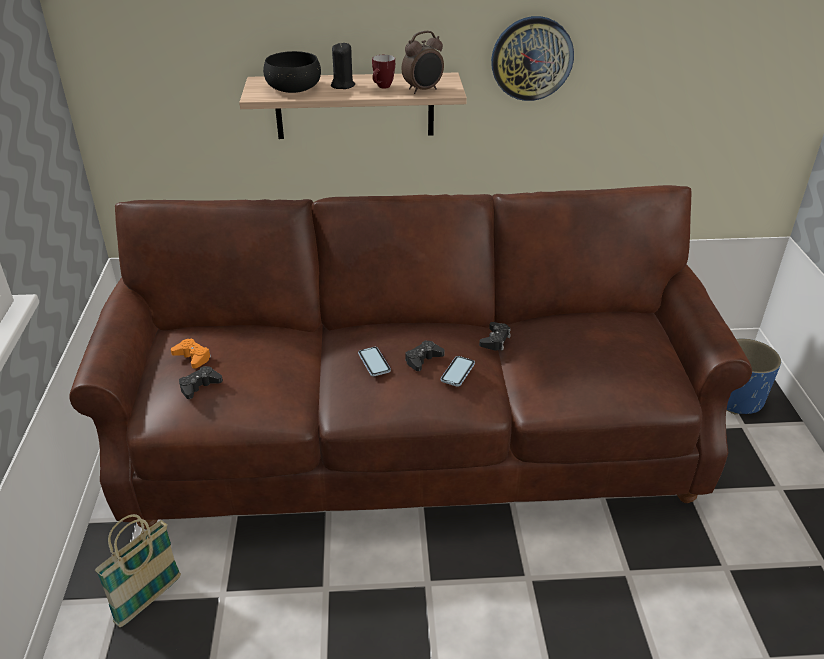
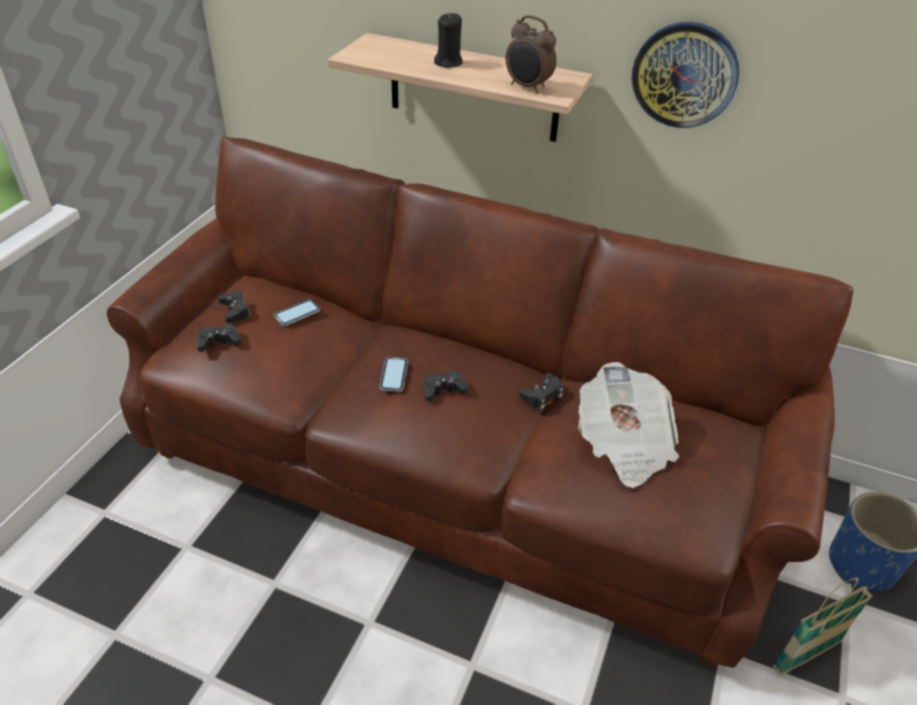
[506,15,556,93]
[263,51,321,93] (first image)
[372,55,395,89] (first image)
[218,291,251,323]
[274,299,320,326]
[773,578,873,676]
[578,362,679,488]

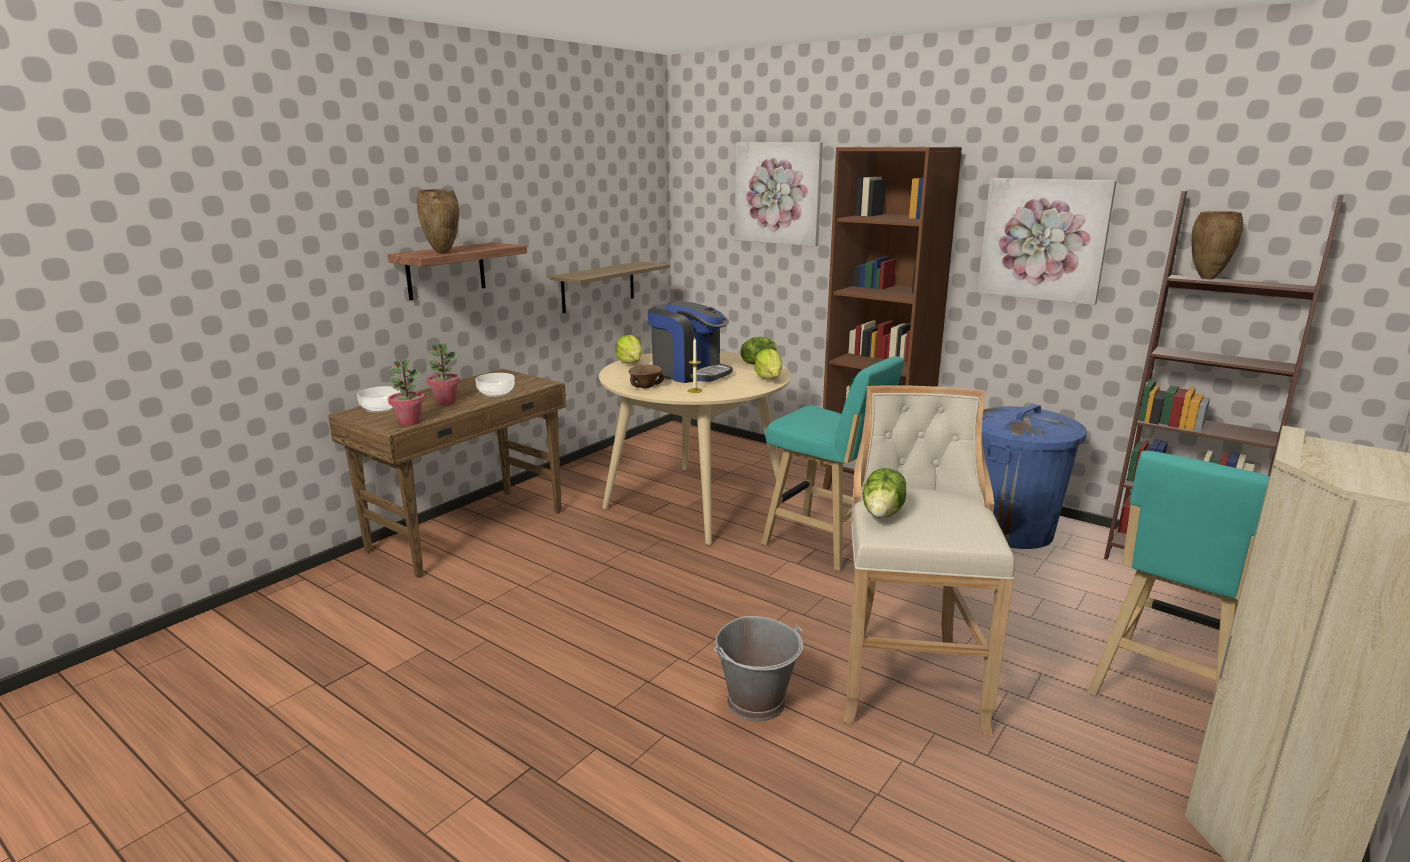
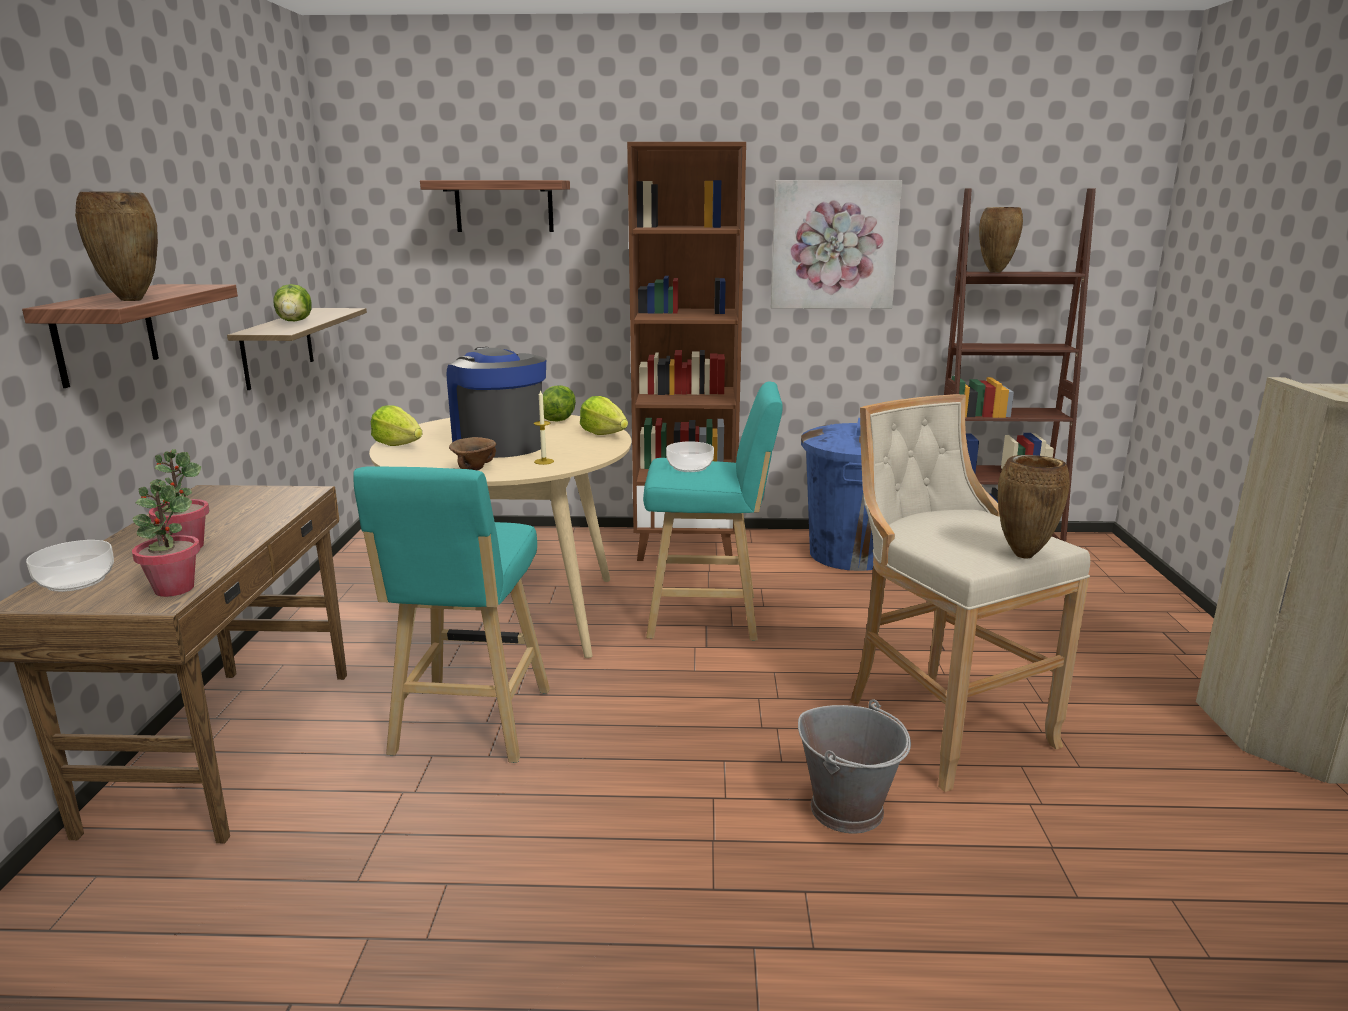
[420,180,570,232]
[447,347,546,458]
[666,441,714,472]
[354,466,550,763]
[273,284,312,321]
[998,455,1070,559]

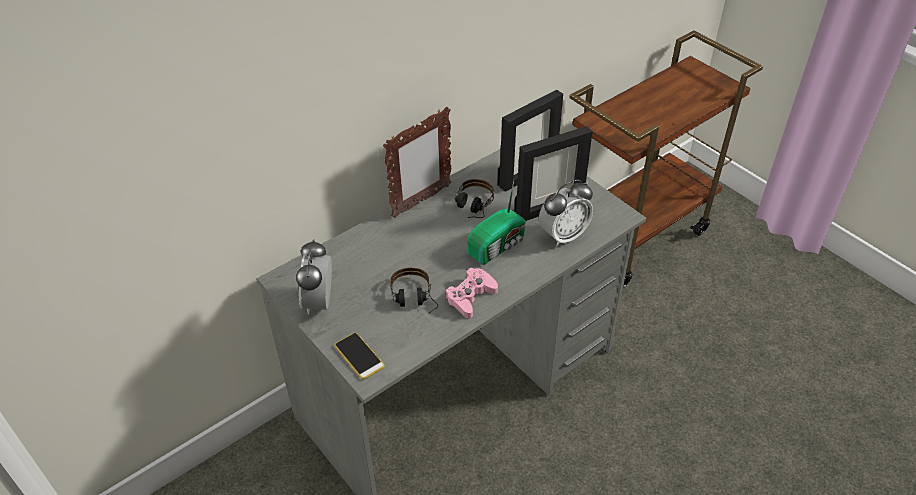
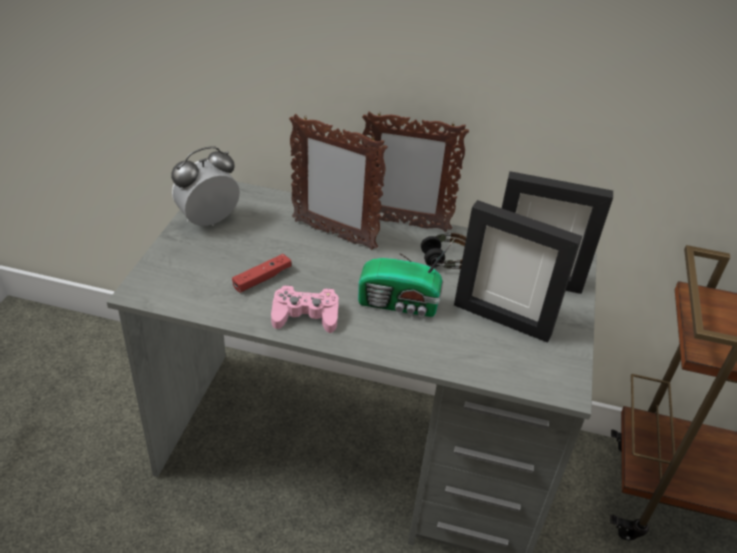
[539,179,593,247] (first image)
[232,254,292,293]
[335,333,385,379] (first image)
[289,114,388,250]

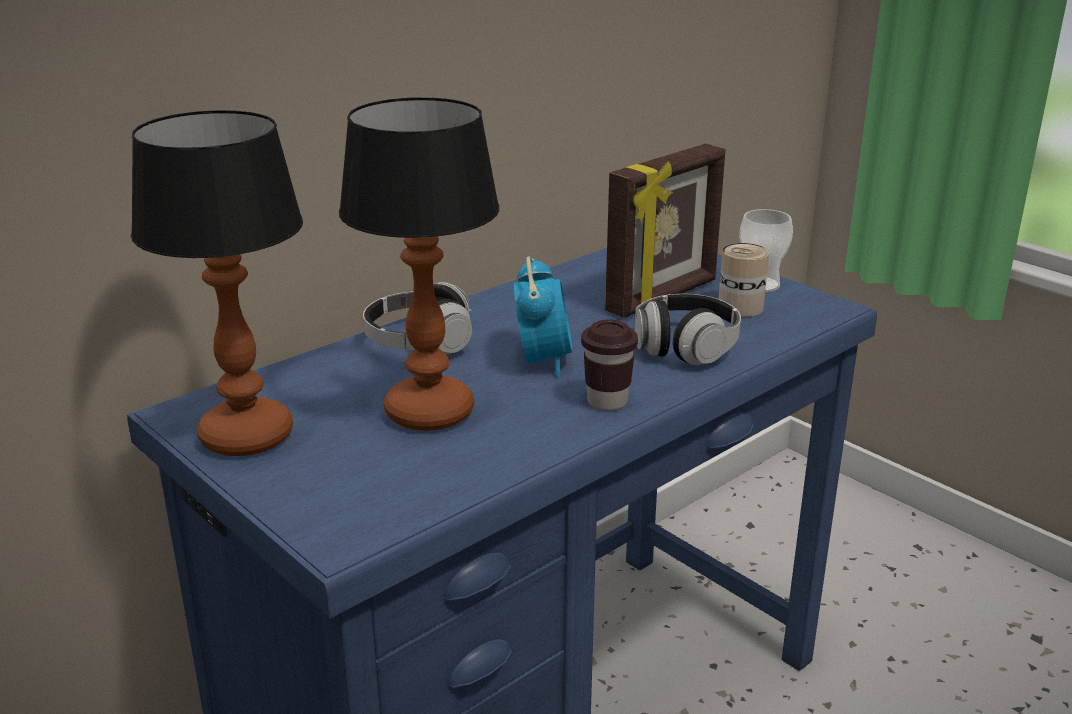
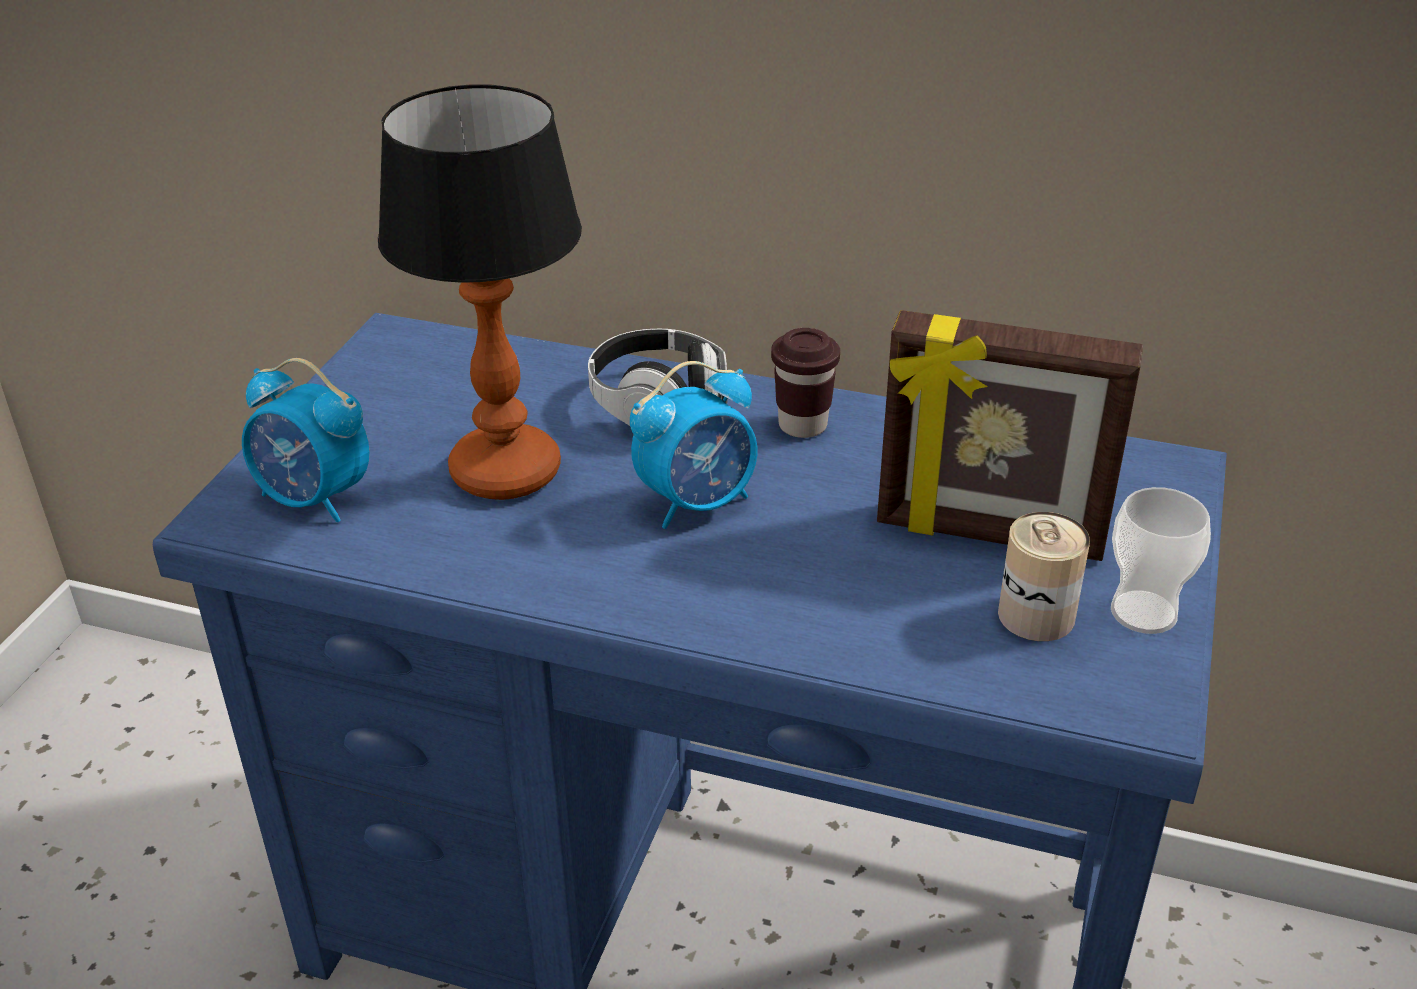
[131,110,303,456] (first image)
[635,294,741,365] (first image)
[771,328,840,438]
[242,358,370,523]

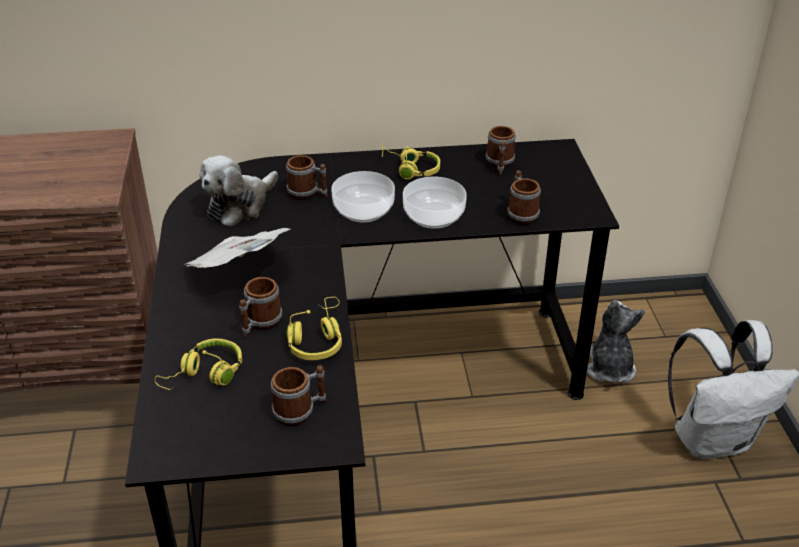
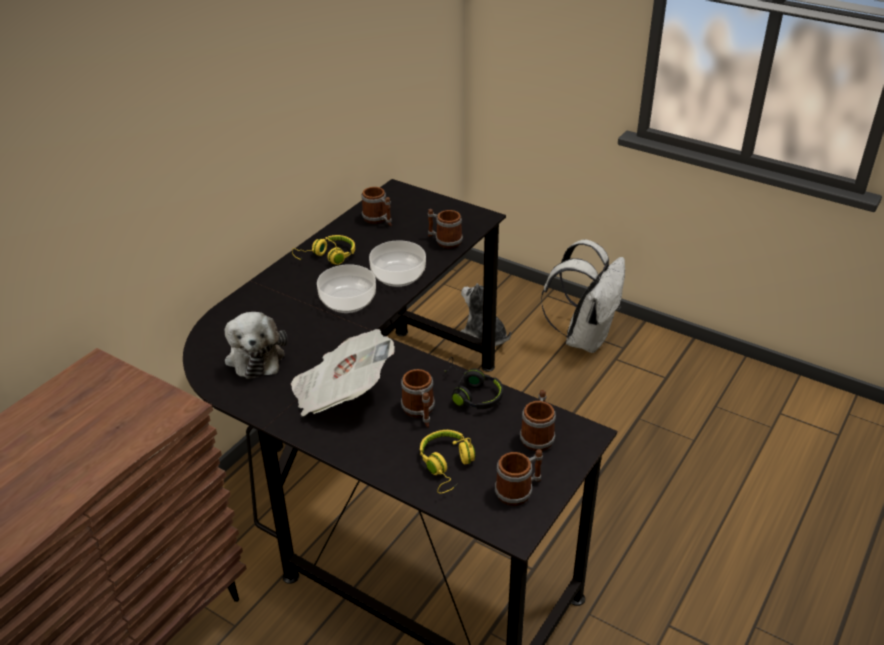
[495,449,543,506]
[445,357,503,409]

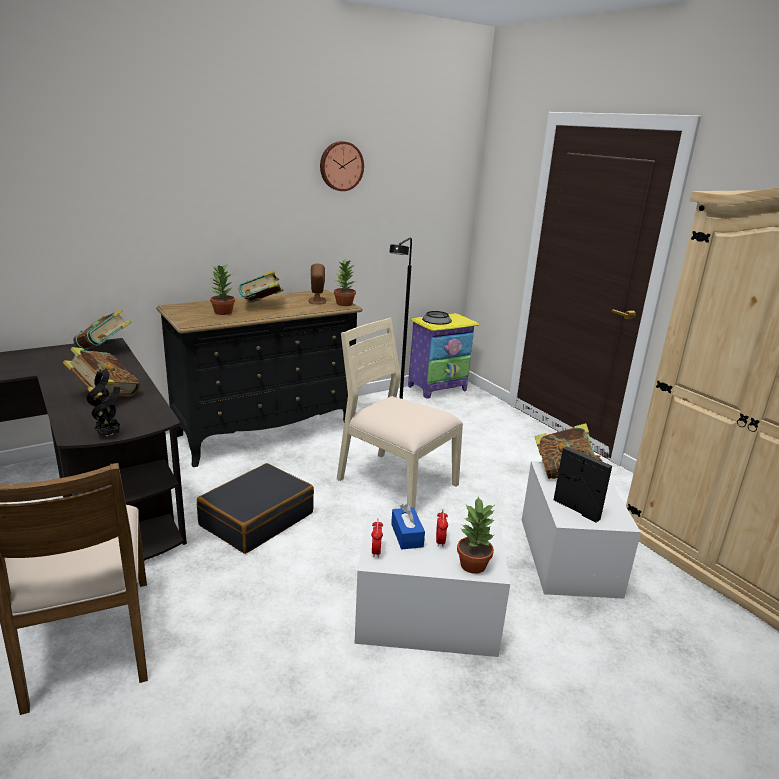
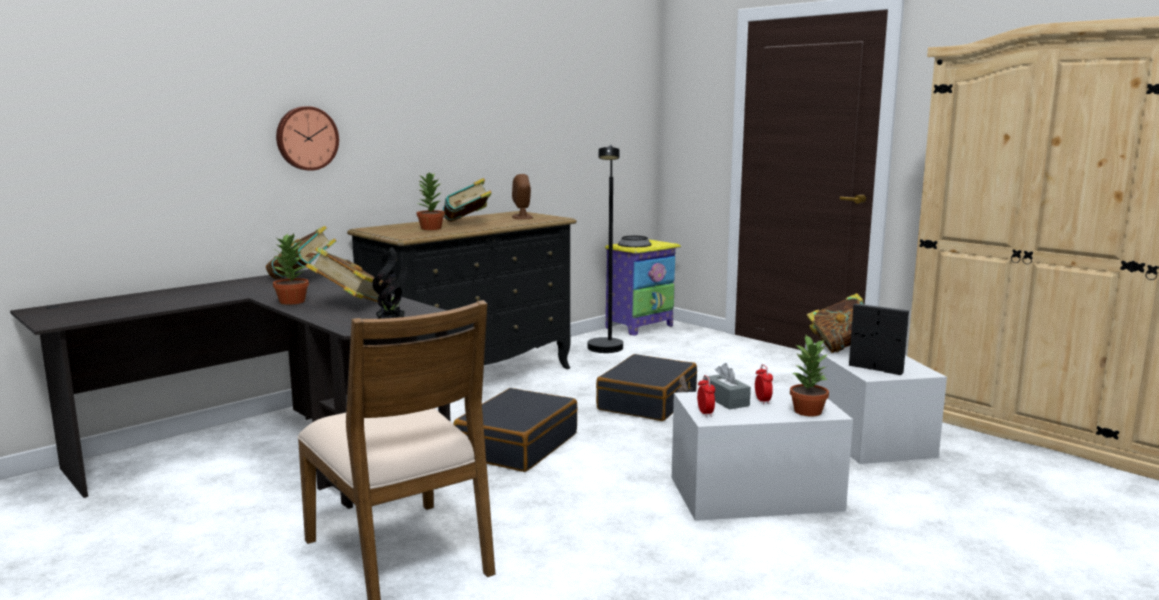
[276,106,339,171]
[273,234,309,305]
[596,354,697,421]
[705,363,751,410]

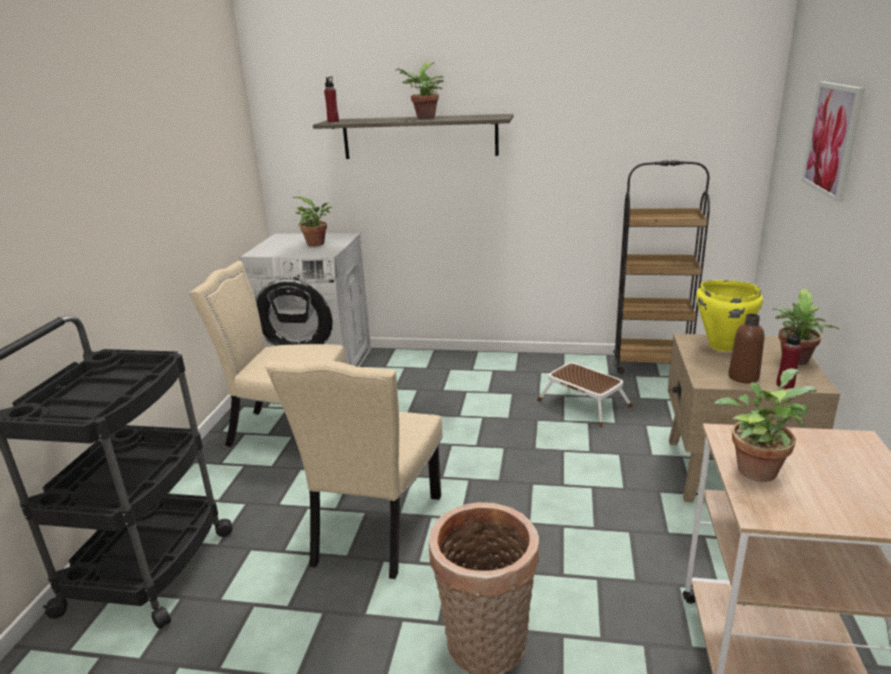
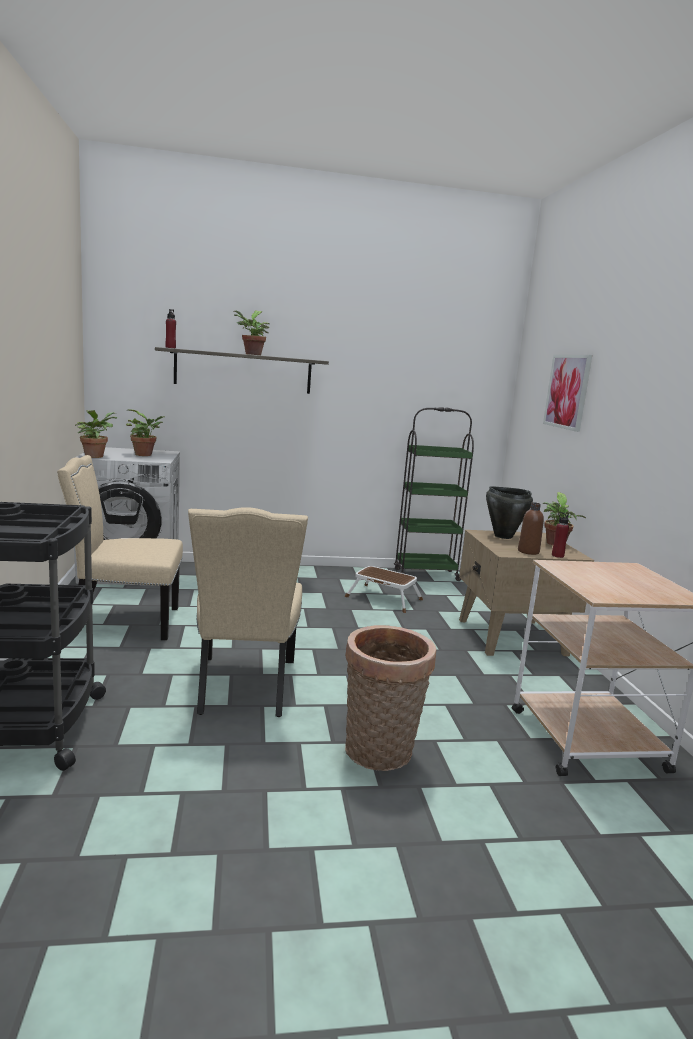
[394,407,474,581]
[486,486,533,539]
[75,410,117,458]

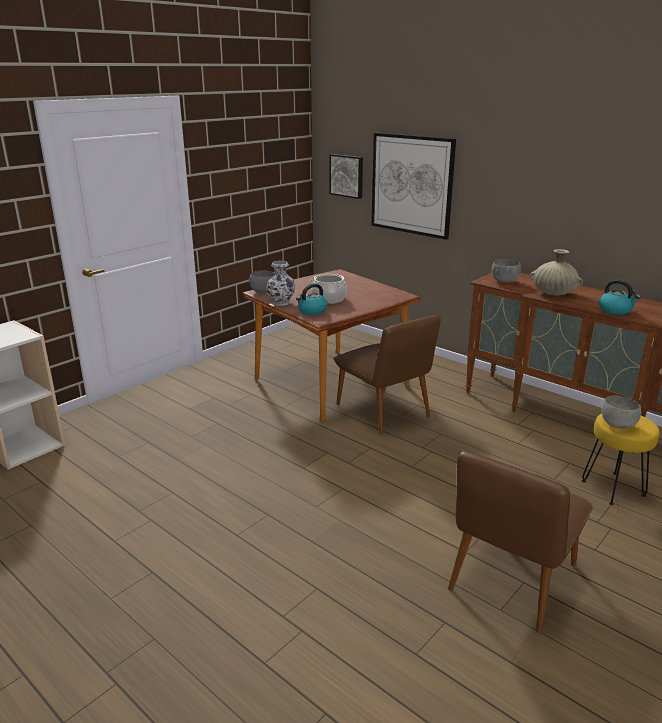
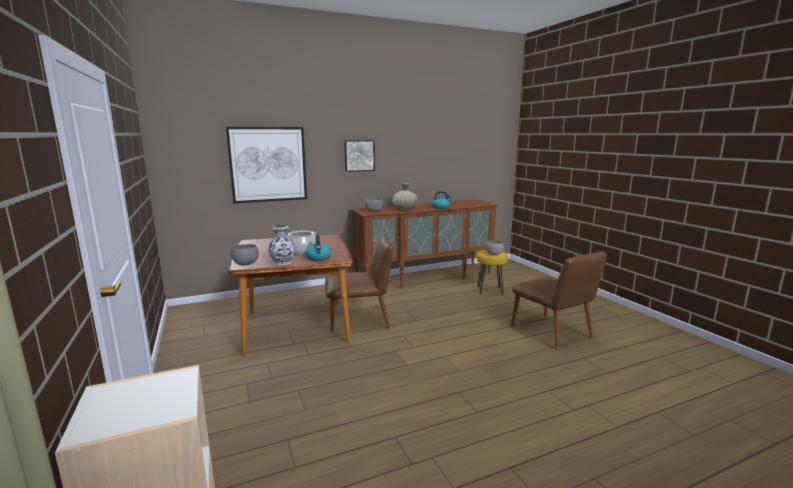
[344,140,375,172]

